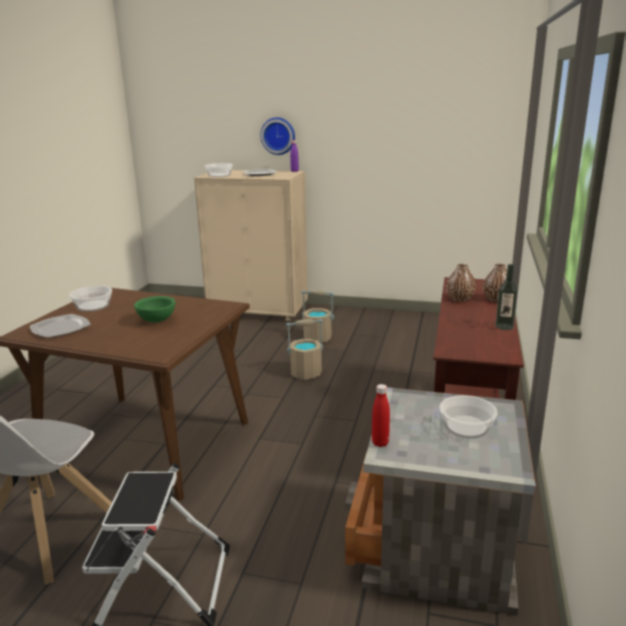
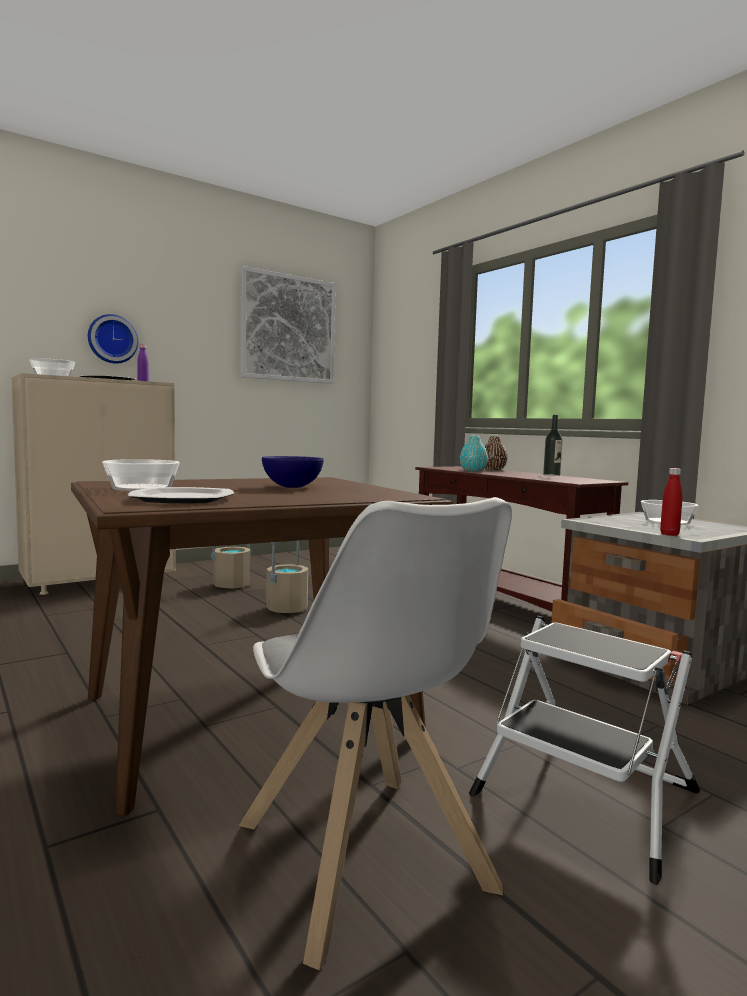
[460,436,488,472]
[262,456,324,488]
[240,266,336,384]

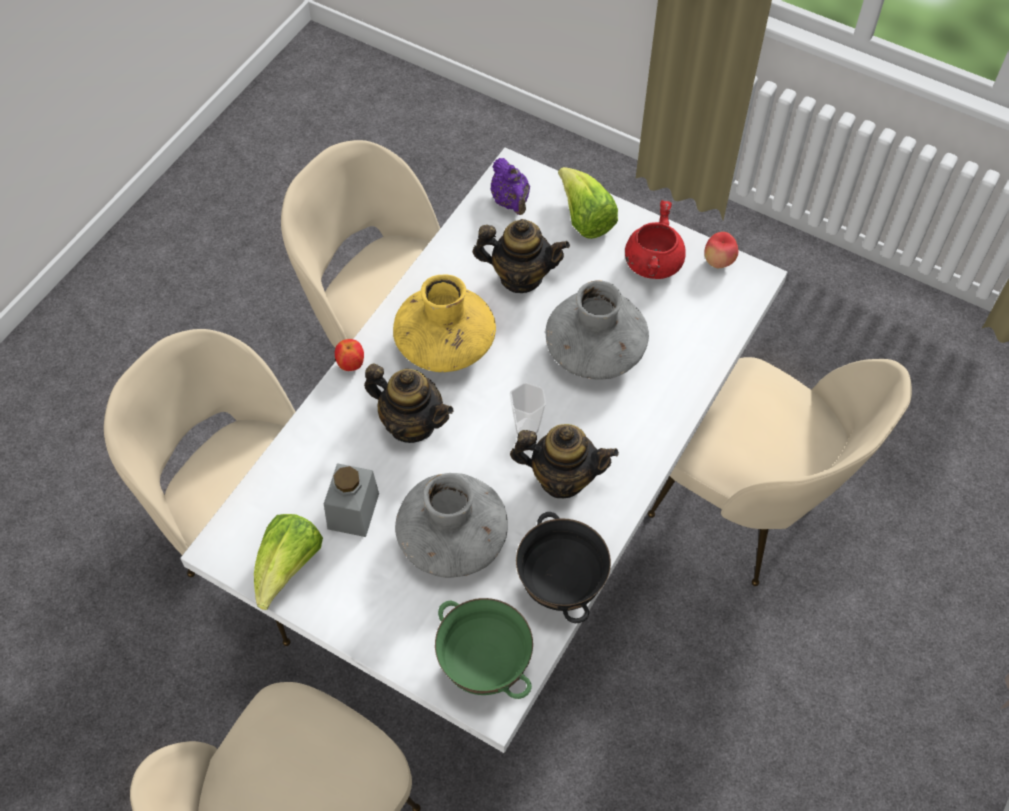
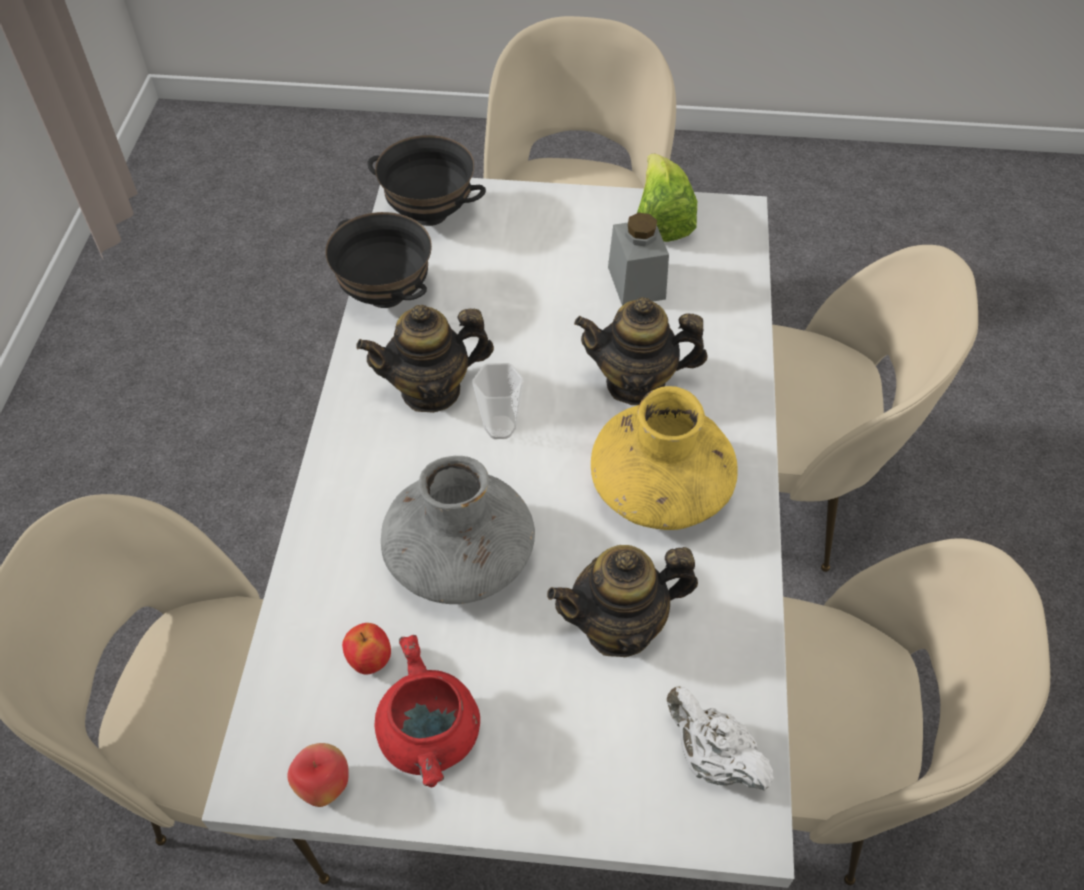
[667,686,774,791]
[558,167,618,239] (first image)
[342,623,391,674]
[395,473,508,578] (first image)
[367,135,486,226]

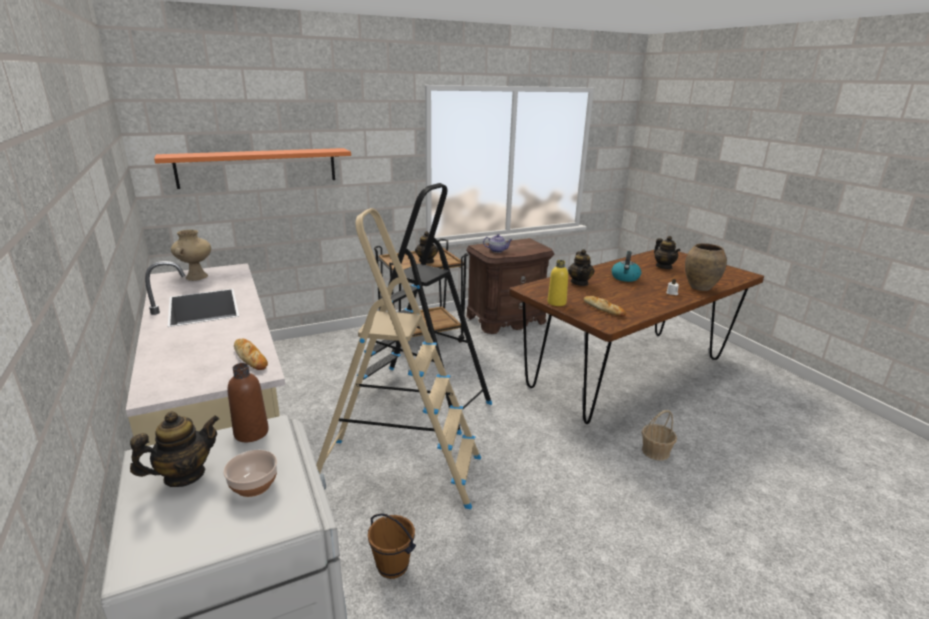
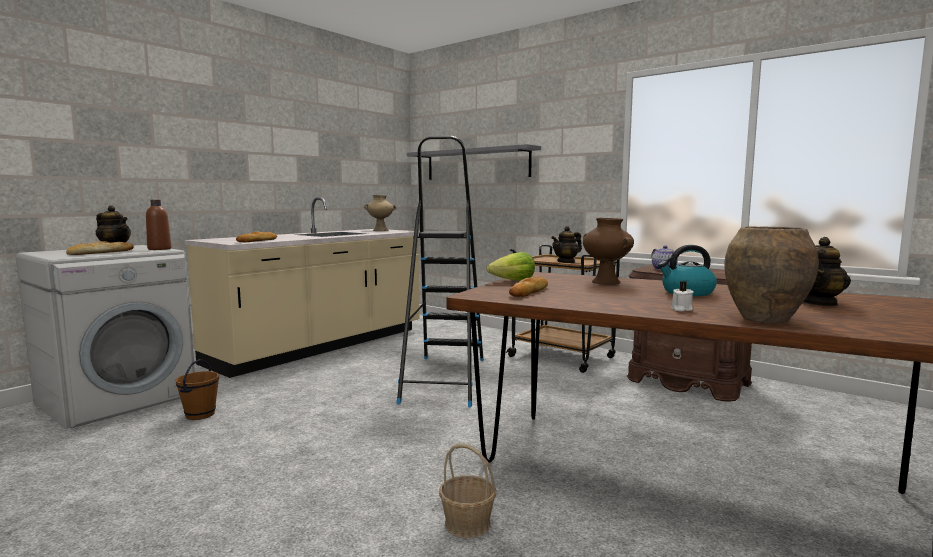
[407,144,541,180]
[316,208,481,509] (first image)
[583,218,634,285]
[486,252,535,281]
[66,241,134,255]

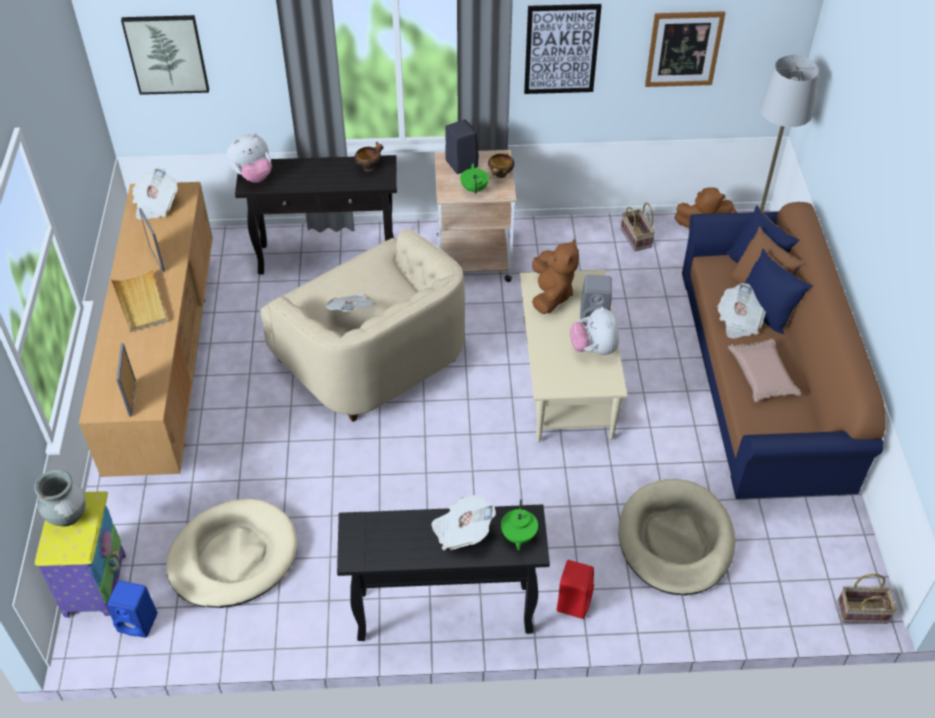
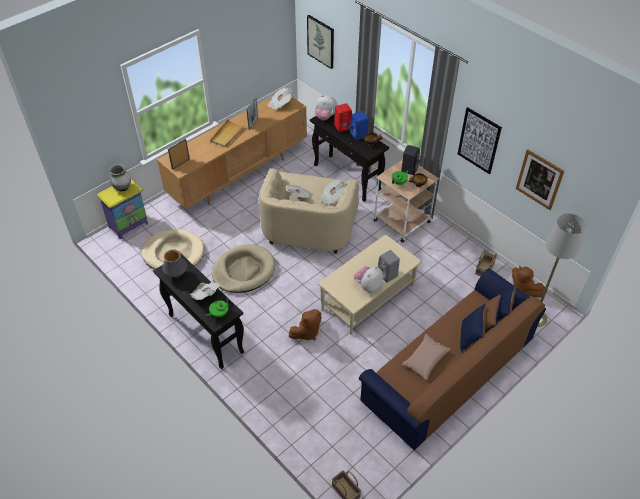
[289,309,321,340]
[319,179,346,206]
[212,245,275,293]
[334,103,352,132]
[350,111,369,140]
[162,249,187,278]

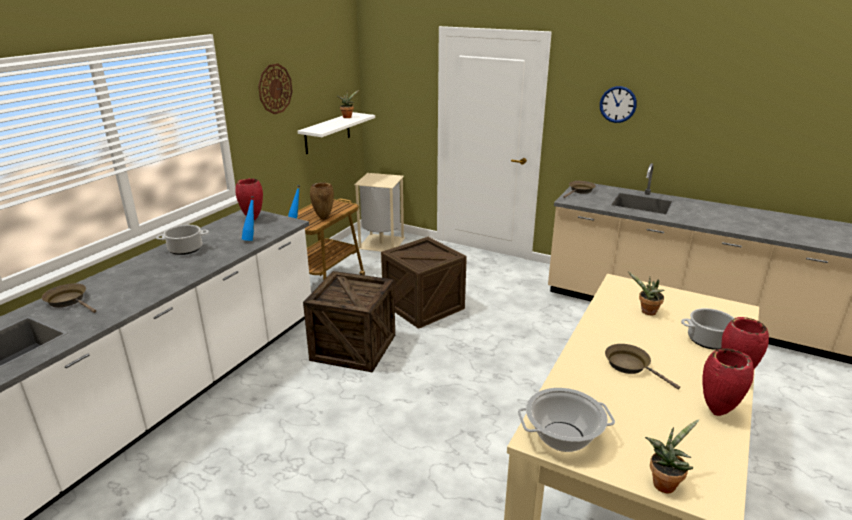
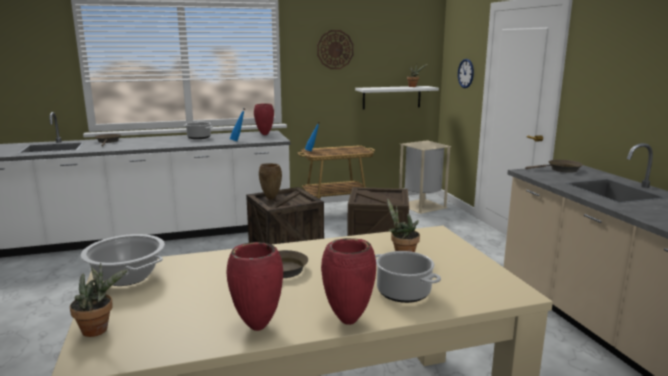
[458,59,474,88]
[259,163,282,200]

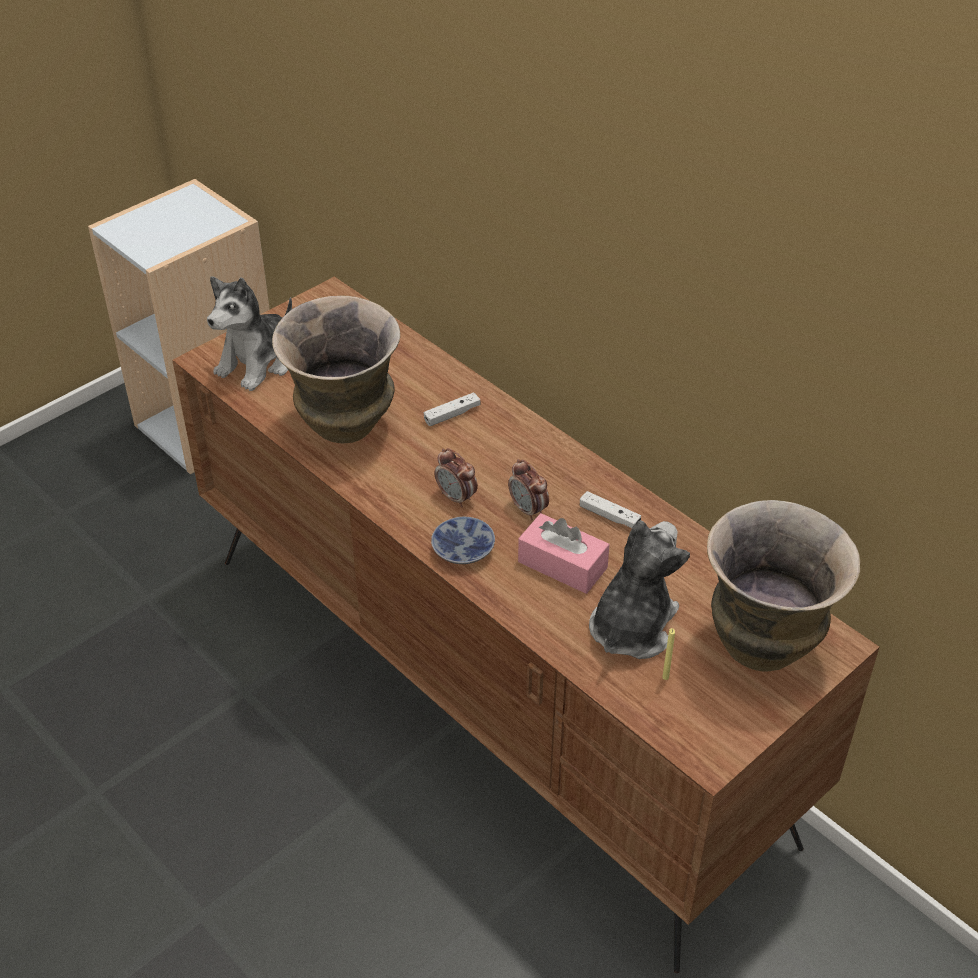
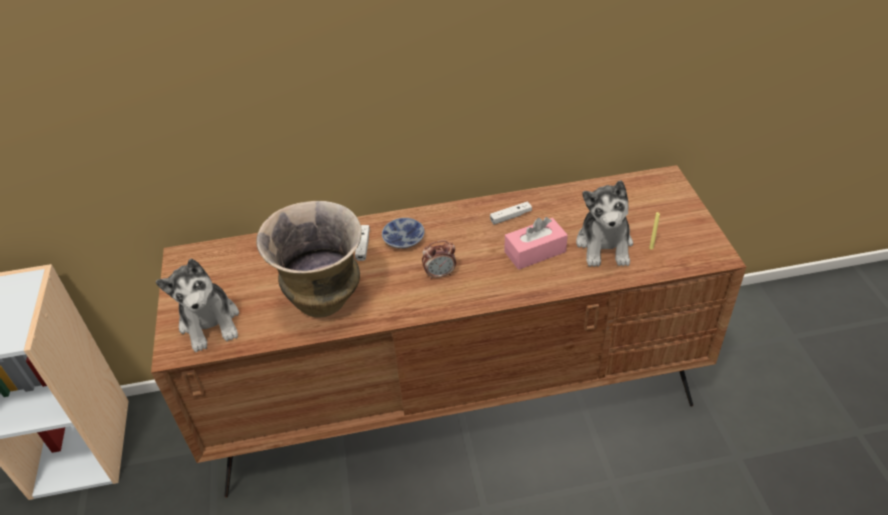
[508,459,549,520] (first image)
[707,500,860,671] (first image)
[382,218,425,249]
[576,180,633,267]

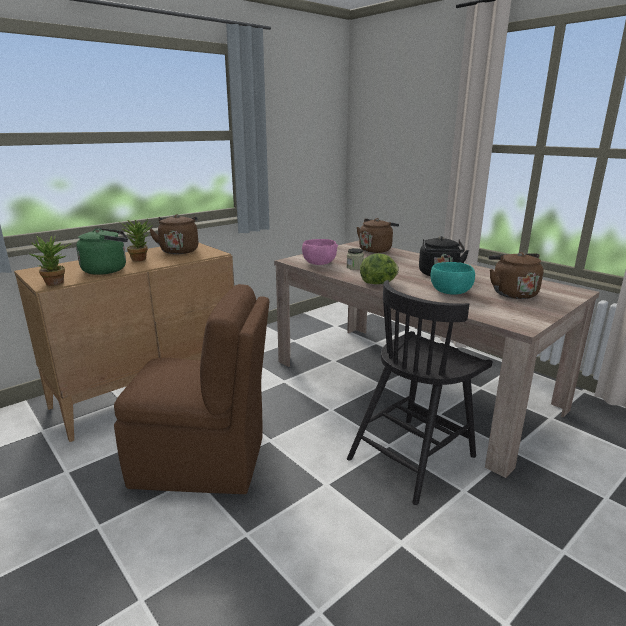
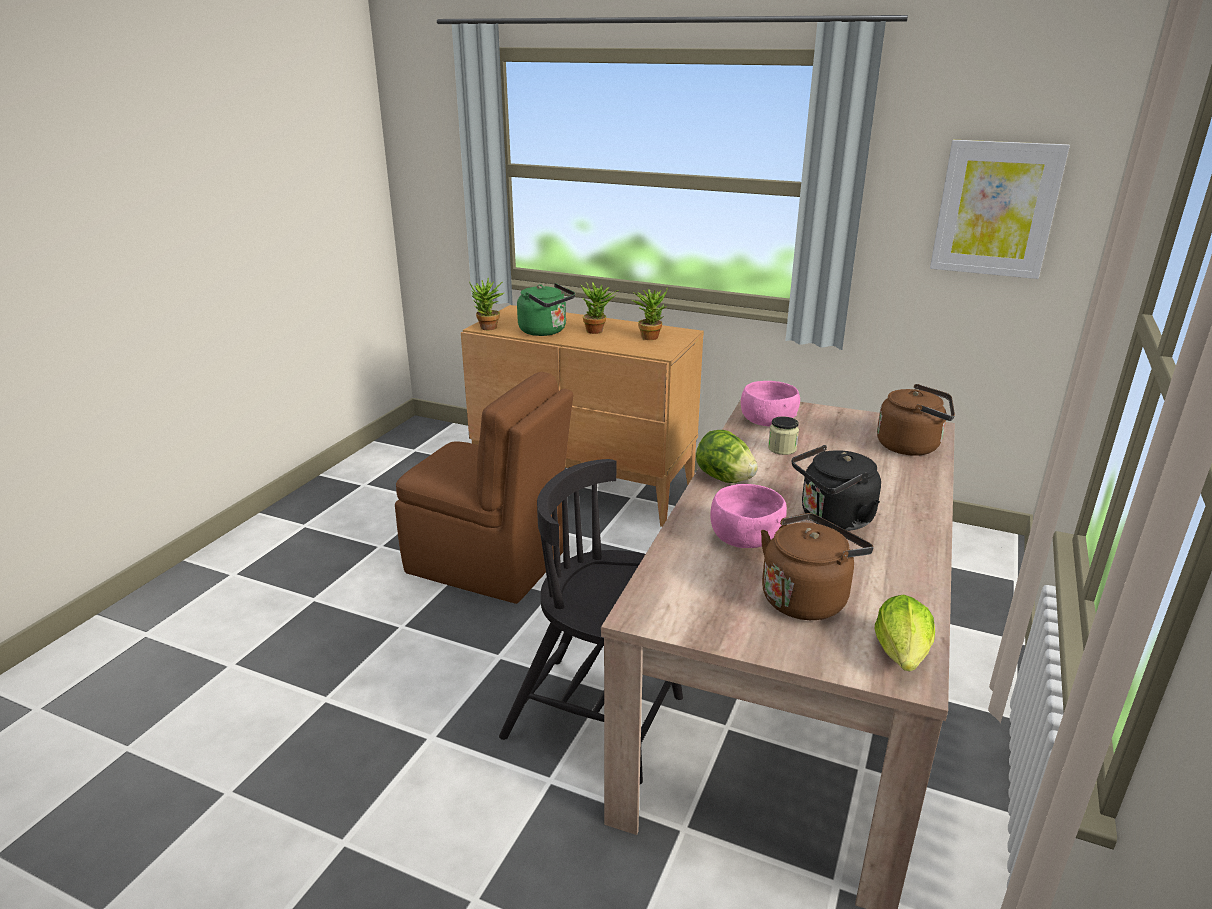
[632,288,668,340]
[710,484,787,548]
[395,372,573,604]
[930,140,1070,279]
[875,594,935,672]

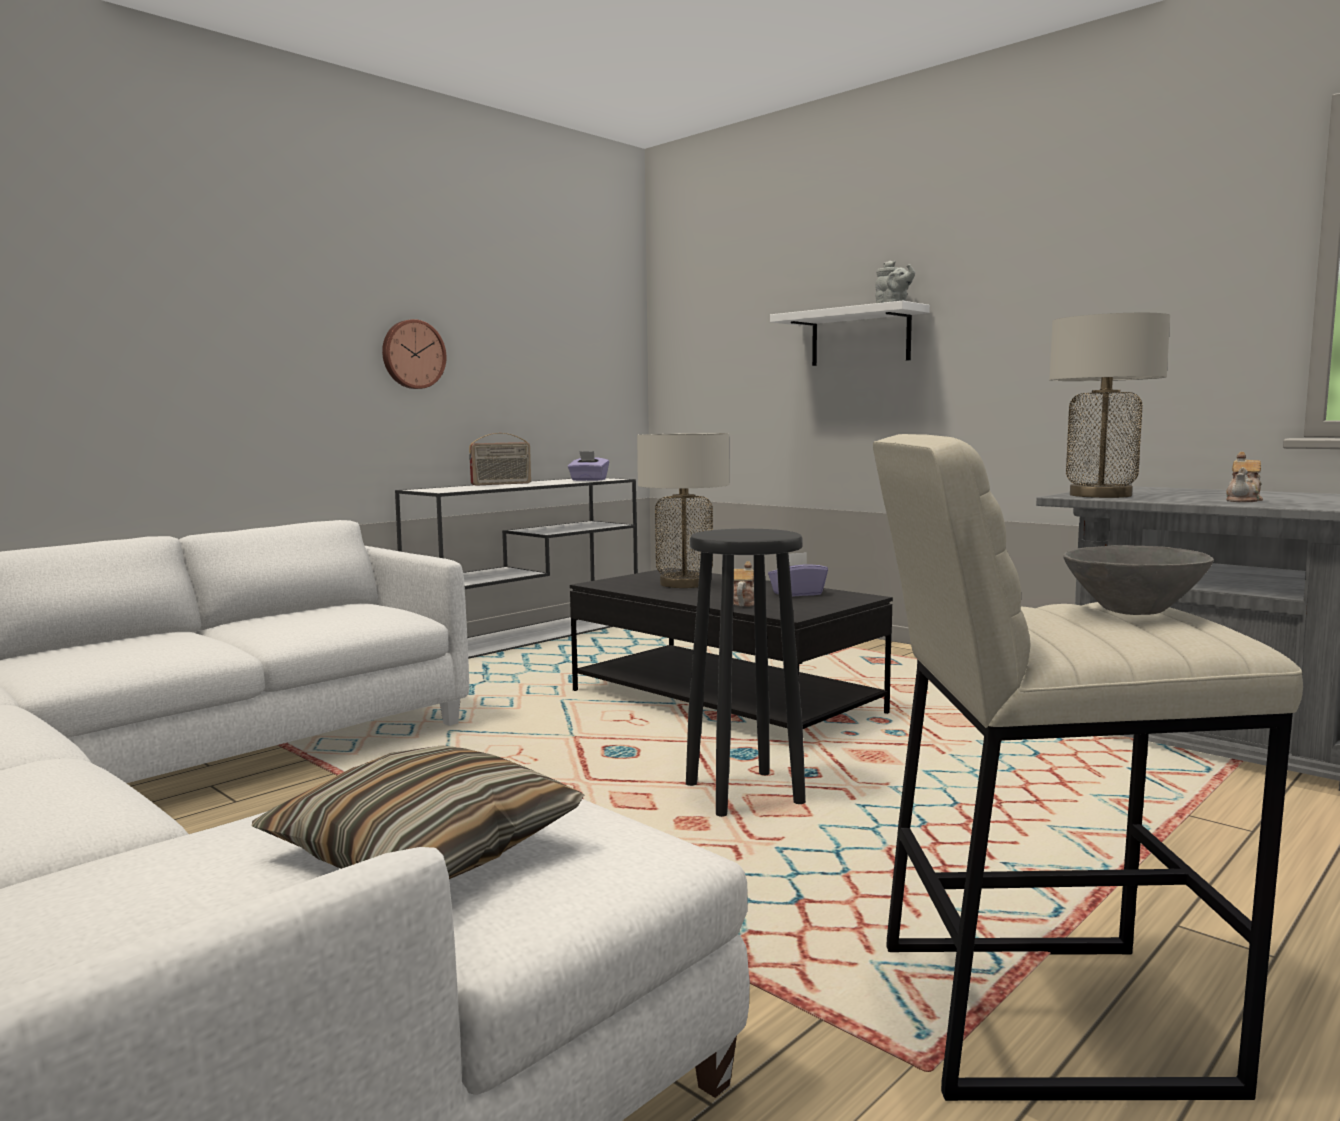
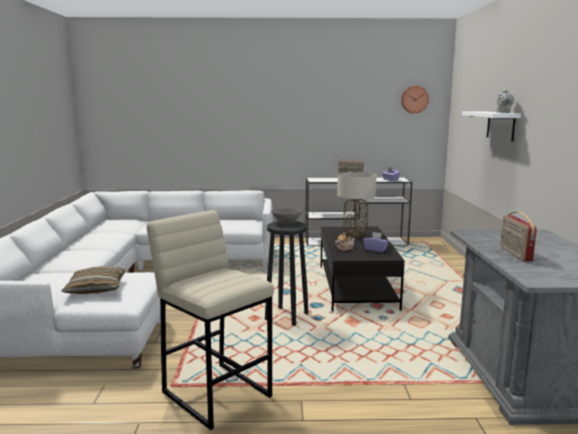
[1049,313,1171,498] (first image)
[401,86,429,113]
[500,212,537,261]
[271,208,302,224]

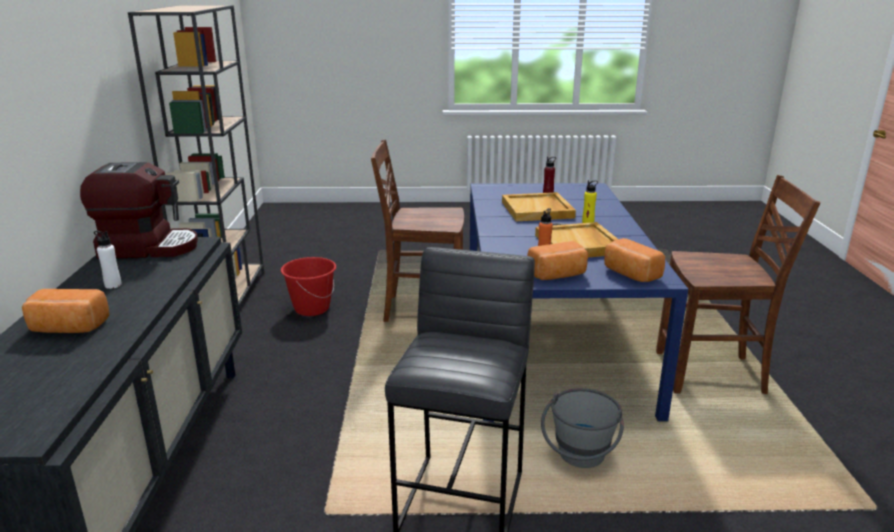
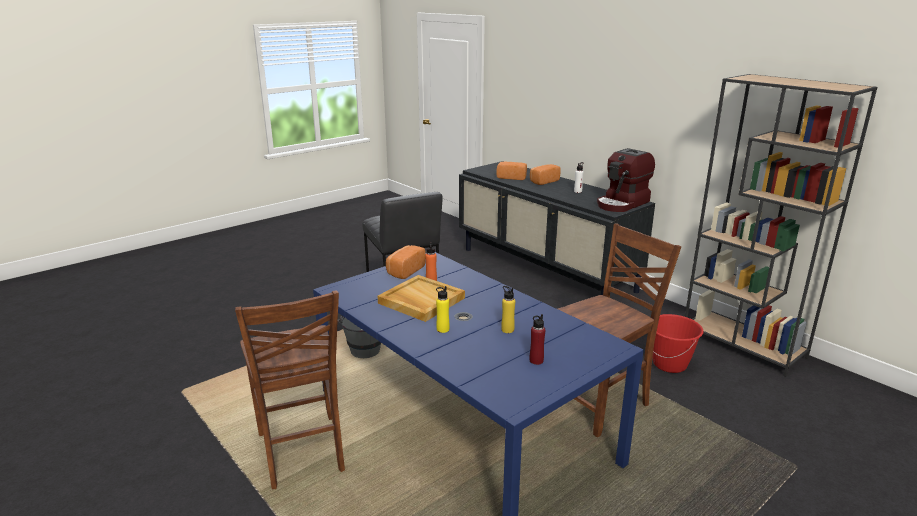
[235,290,345,489]
[501,286,515,333]
[497,162,527,180]

